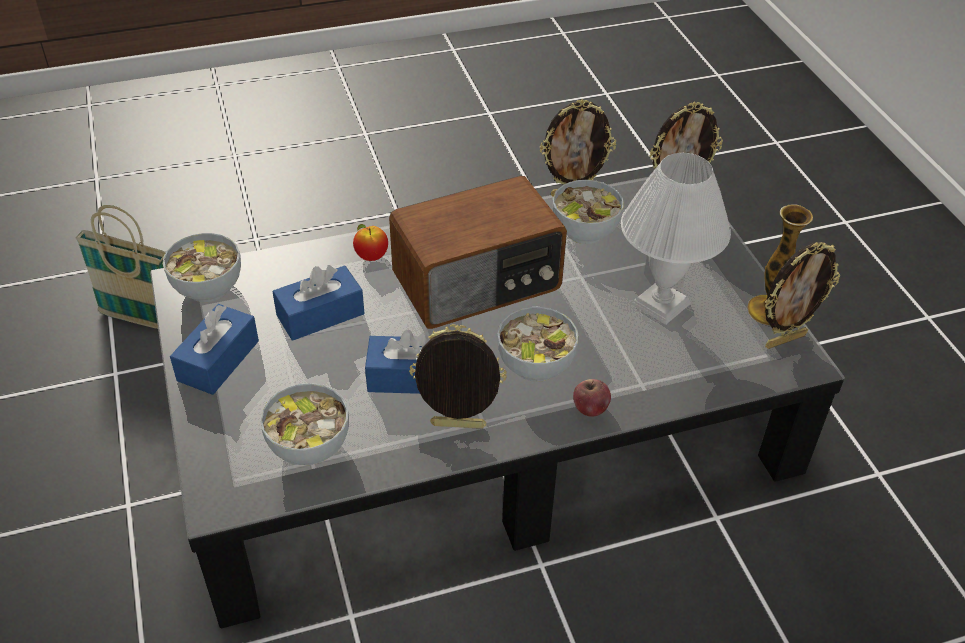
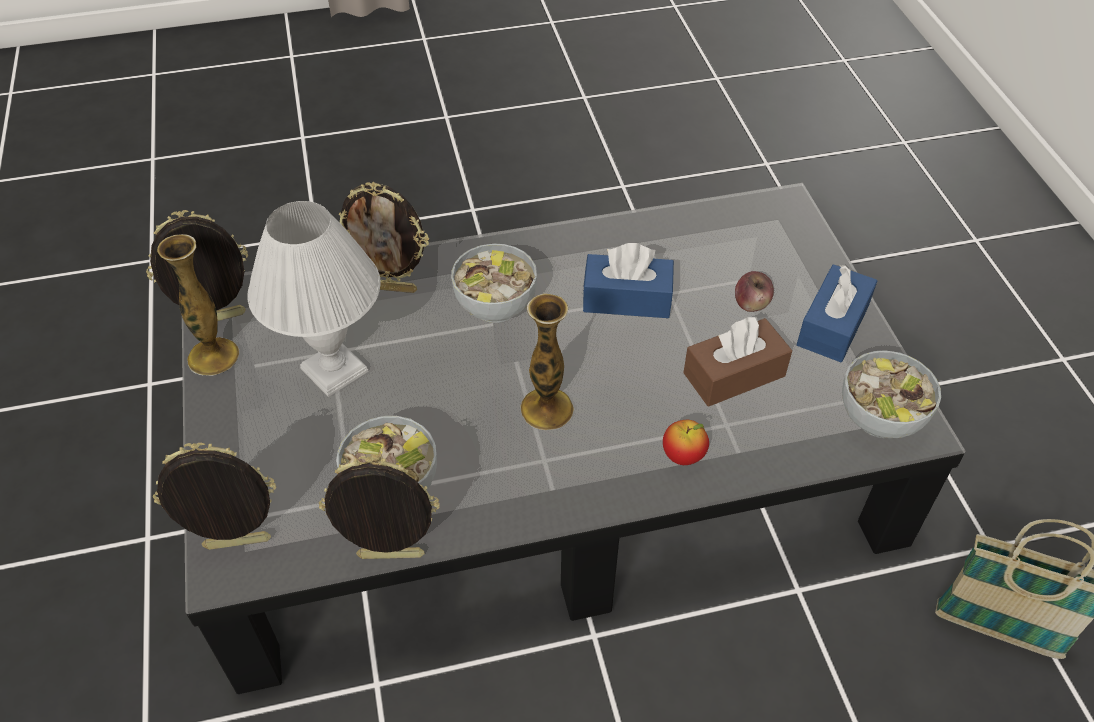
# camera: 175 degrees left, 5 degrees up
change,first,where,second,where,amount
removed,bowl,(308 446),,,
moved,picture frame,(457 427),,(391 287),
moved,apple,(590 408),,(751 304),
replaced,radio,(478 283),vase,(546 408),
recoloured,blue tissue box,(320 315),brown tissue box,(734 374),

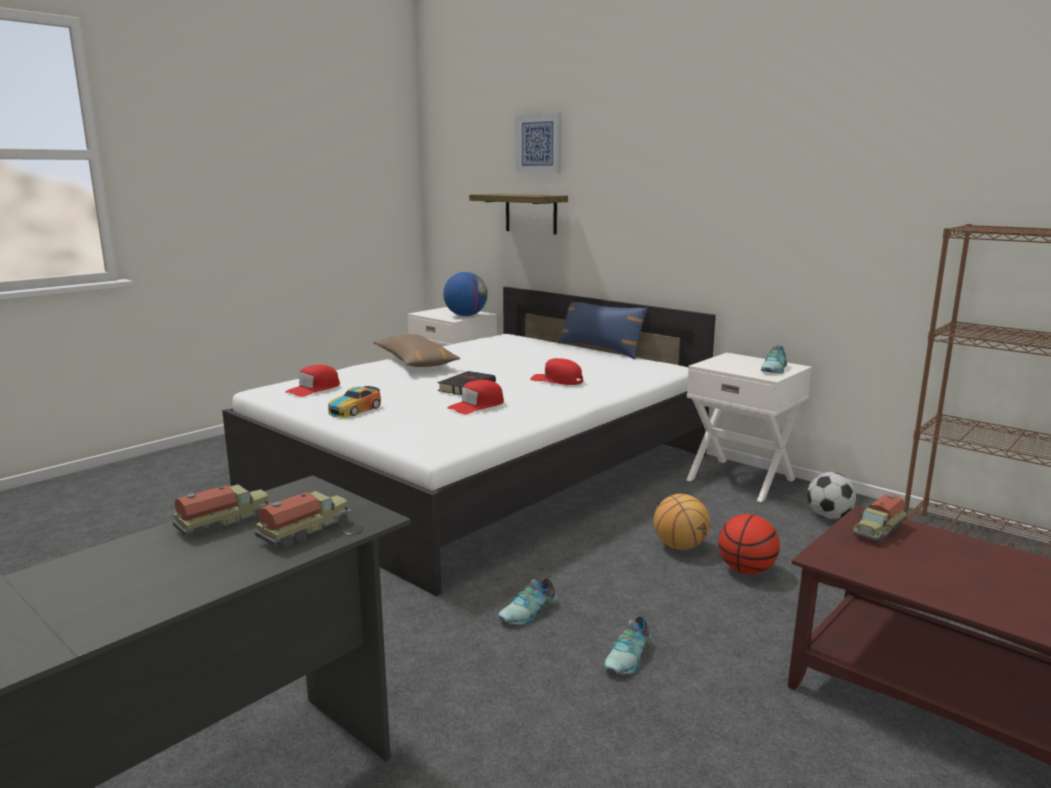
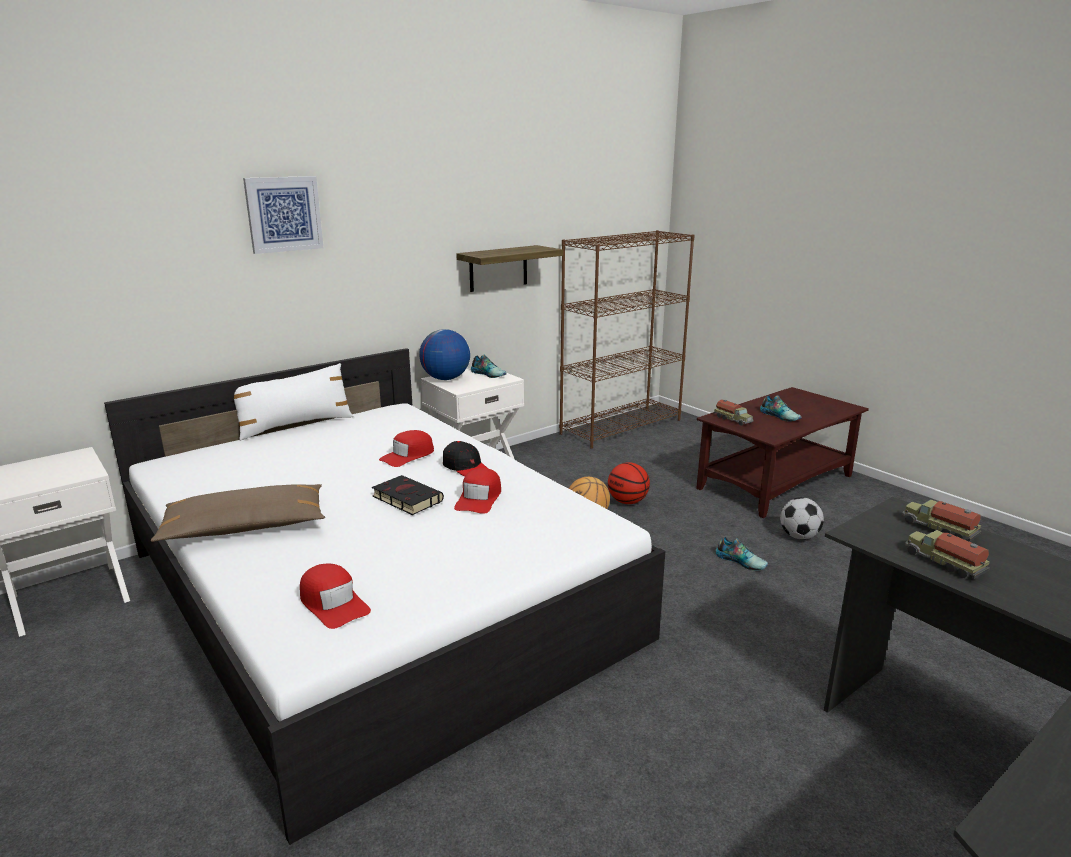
# camera: 80 degrees left, 5 degrees up
change,first,where,second,where,amount
removed,toy car,(354 410),,,
added,,,black cap,(466 467),
moved,globe,(465 315),,(445 379),
moved,shelf,(531 213),,(498 268),
moved,shoe,(529 612),,(780 416),
moved,picture,(539 143),,(284 214),
moved,football,(828 516),,(799 537),
recoloured,blue pillow,(600 349),white pillow,(295 425),
turned,red cap,(477 406),,(479 498),45 degrees clockwise

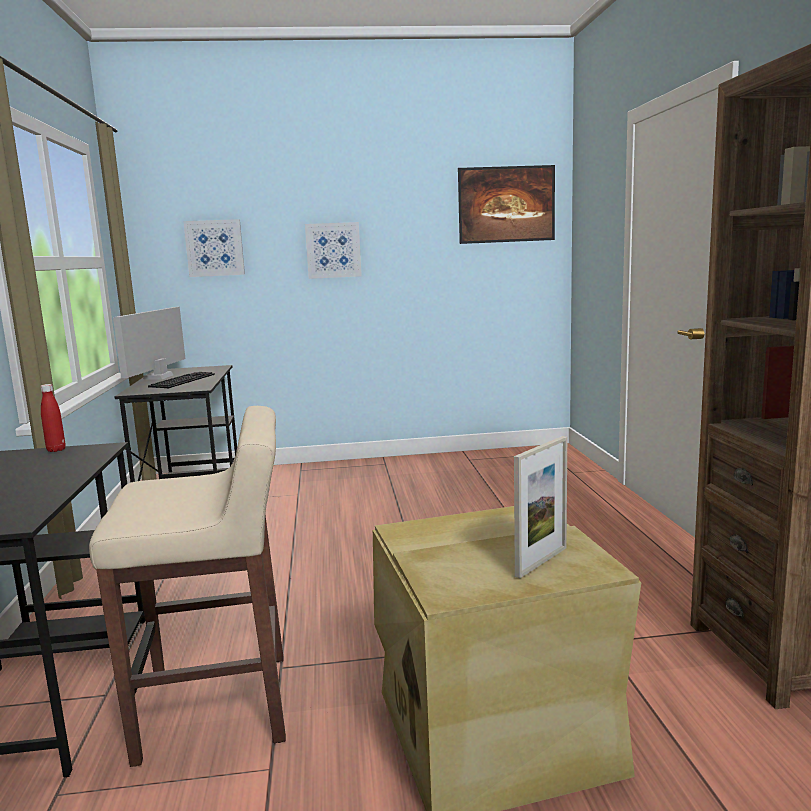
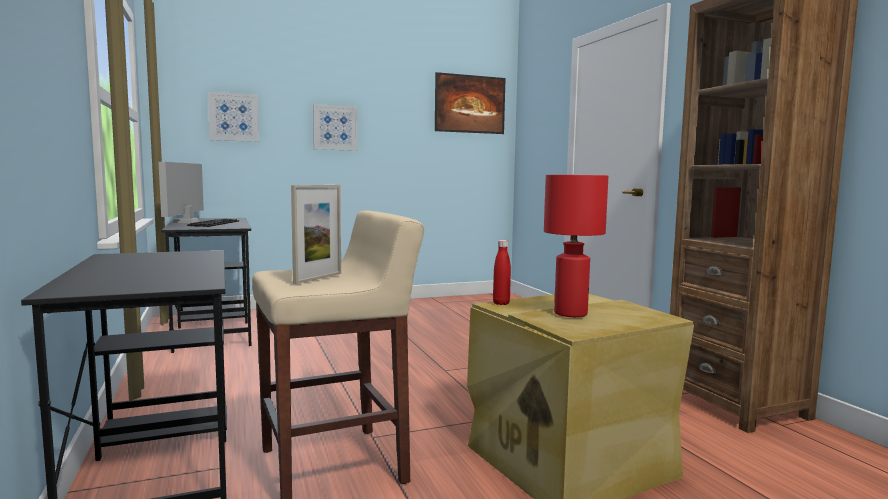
# camera: 15 degrees left, 5 degrees down
change,first,where,second,where,amount
added,,,red table lamp,(571 314),
moved,red bottle,(56 450),,(501 303),
moved,picture frame,(541 561),,(318 278),

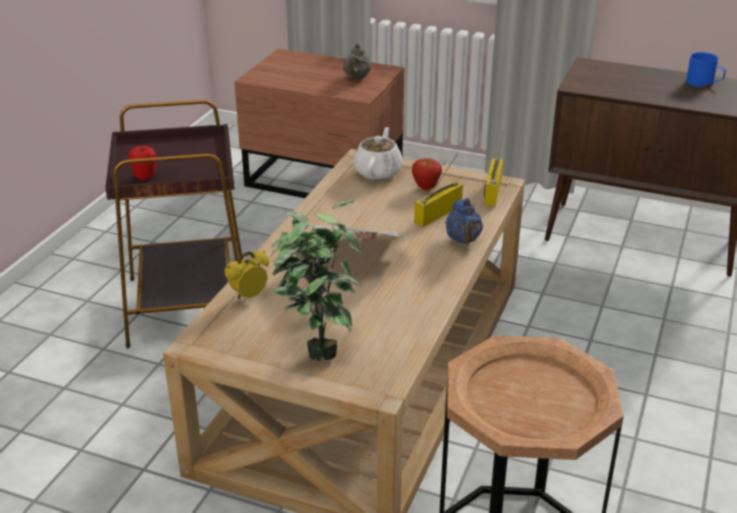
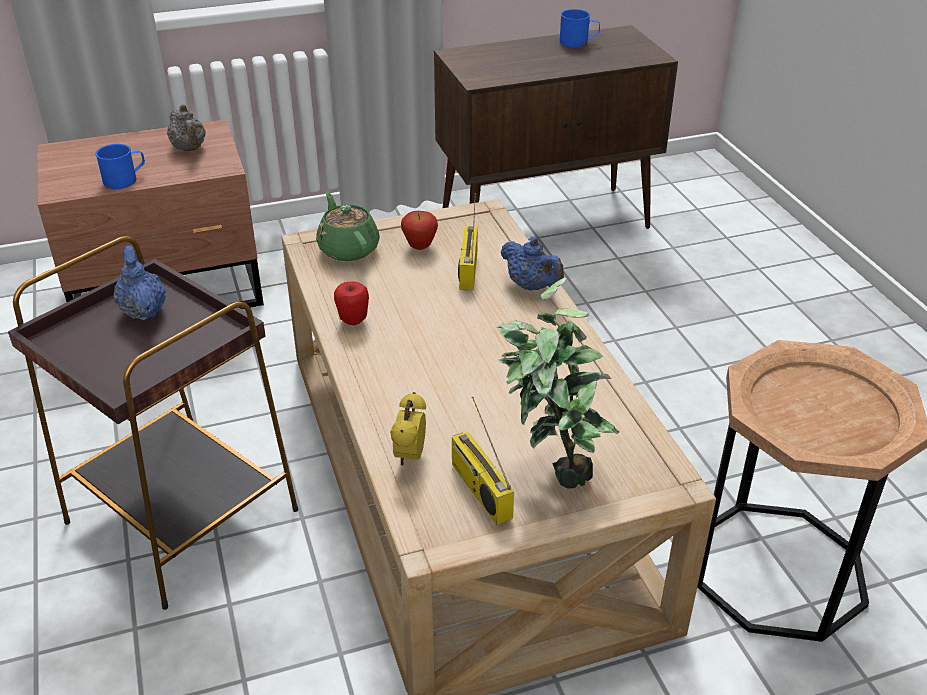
# camera: 40 degrees left, 5 degrees up
change,first,where,second,where,amount
removed,newspaper,(364 255),,,
added,,,blue mug,(125 179),
added,,,blue teapot,(143 310),
moved,apple,(145 177),,(353 320),
moved,radio,(492 191),,(479 489),
recoloured,white teapot,(378 171),green teapot,(348 249),

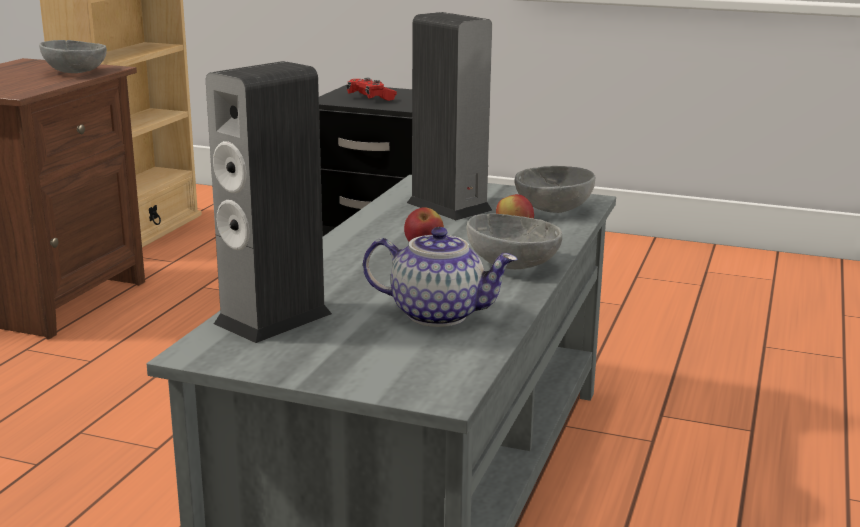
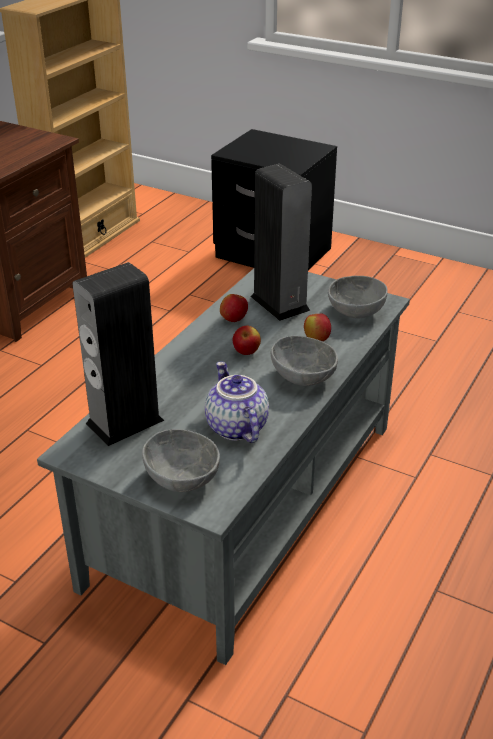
# camera: 10 degrees right, 15 degrees up
change,first,where,second,where,amount
removed,red game controller,(370 98),,,
added,,,apple,(234 319),
moved,grey bowl,(76 72),,(183 477),
turned,teapot,(439 314),,(235 427),135 degrees counterclockwise

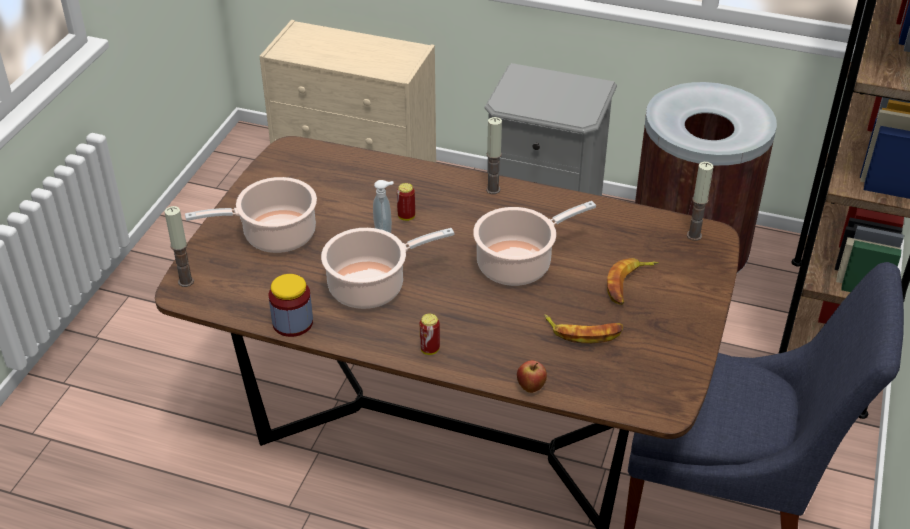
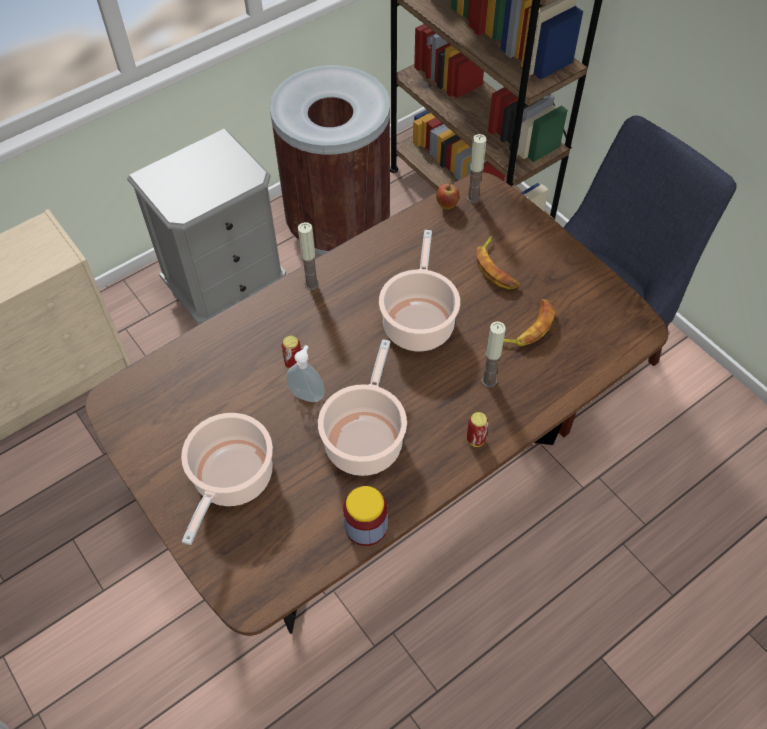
# camera: 55 degrees left, 15 degrees up
change,first,where,second,where,amount
moved,candle,(186 281),,(489 381),
moved,apple,(531 388),,(447 205),

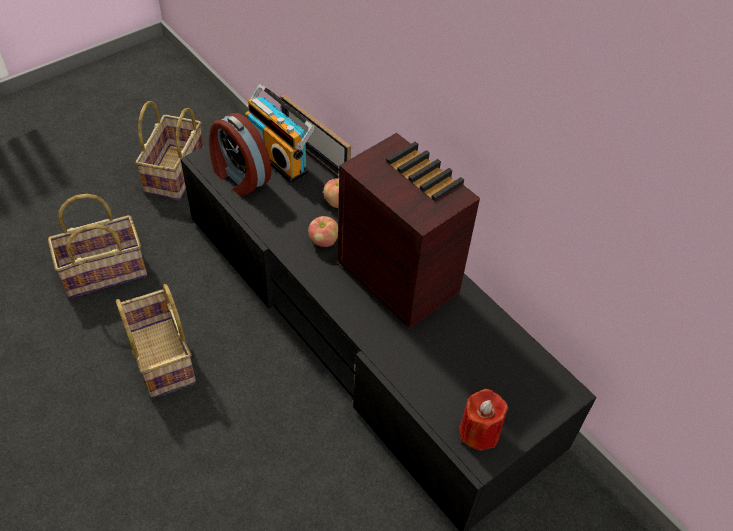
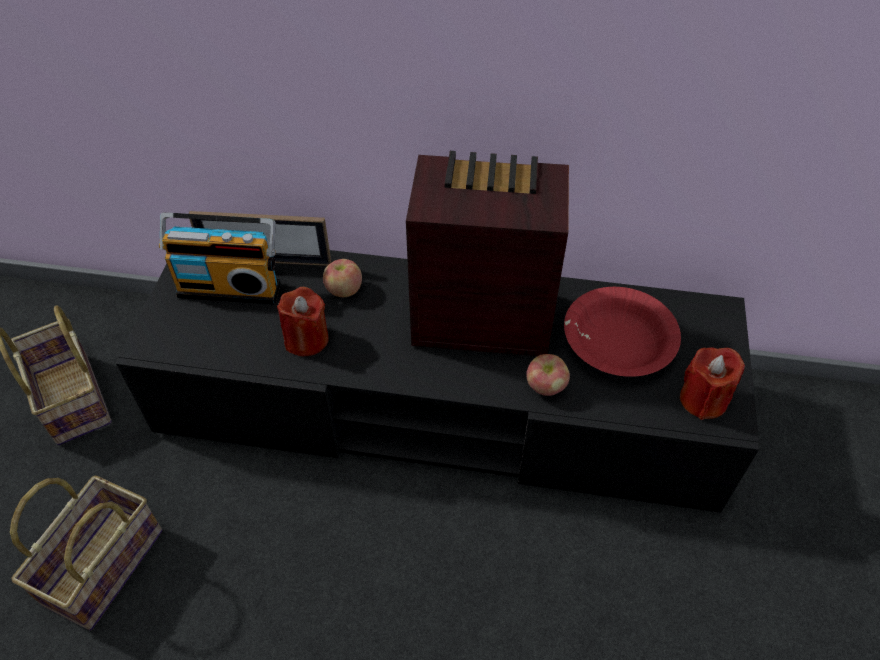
# camera: 40 degrees left, 0 degrees up
change,first,where,second,where,amount
removed,basket,(159 356),,,
removed,alarm clock,(239 176),,,
added,,,red candle,(306 339),
added,,,red bowl,(618 343),
moved,apple,(324 241),,(545 386),

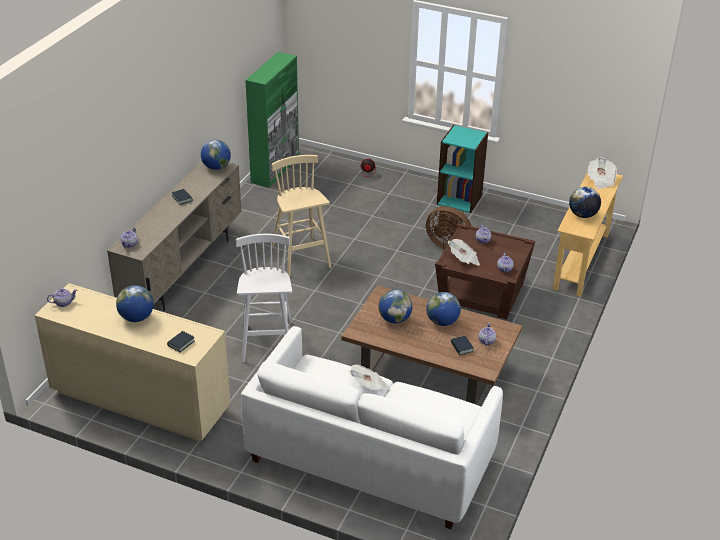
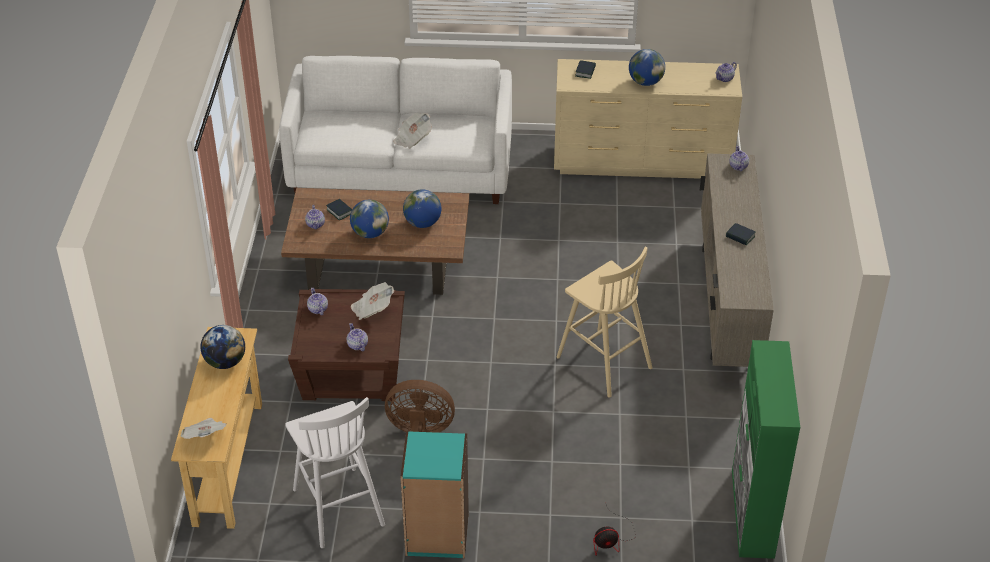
# camera: 160 degrees right, 5 degrees up
change,first,where,second,where,amount
removed,globe,(216 167),,,
moved,white stool,(267 342),,(337 506),

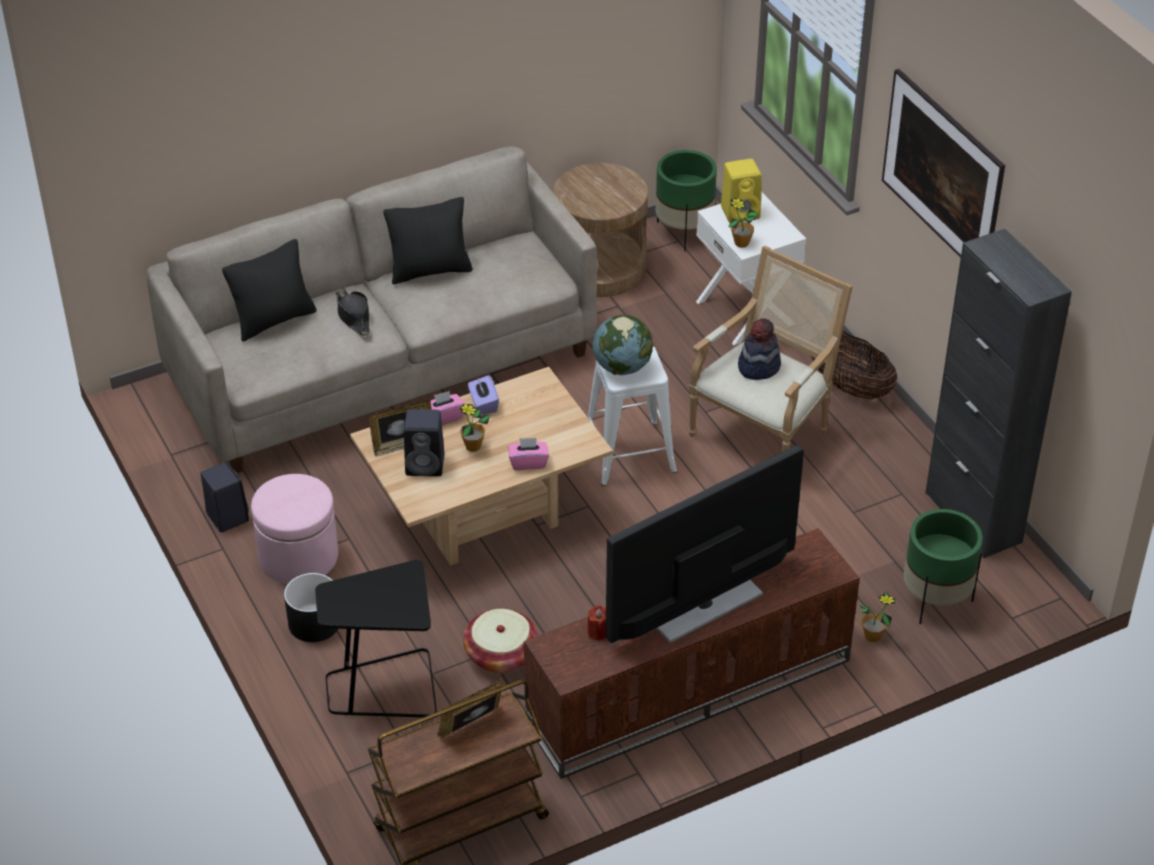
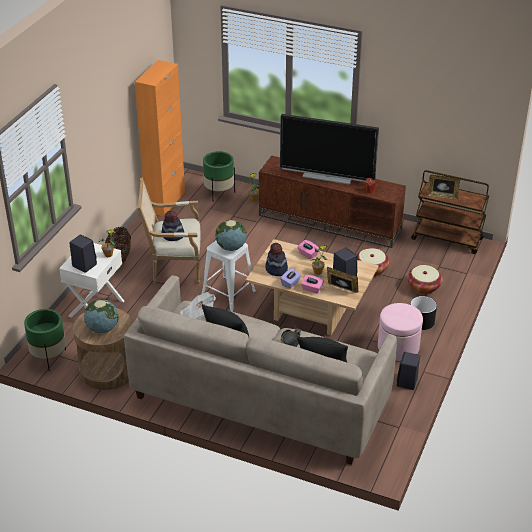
# camera: 130 degrees left, 5 degrees down
change,first,where,second,where,amount
removed,picture,(938 200),,,
added,,,globe,(102 329),
added,,,newspaper,(197 314),
added,,,hat,(276 269),
replaced,black side table,(383 688),basket,(423 286),
recoloured,yellow speaker,(741 212),black speaker,(83 265),
recoloured,black cabinet,(973 517),orange cabinet,(165 202),

